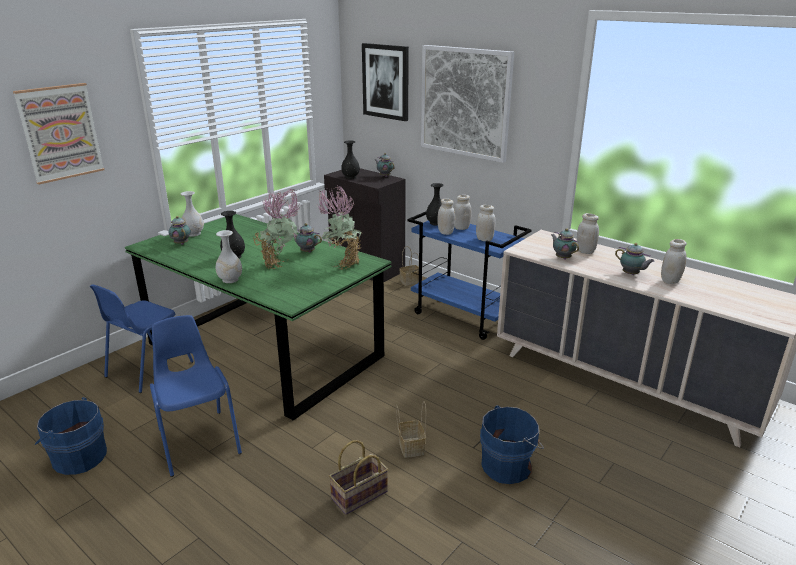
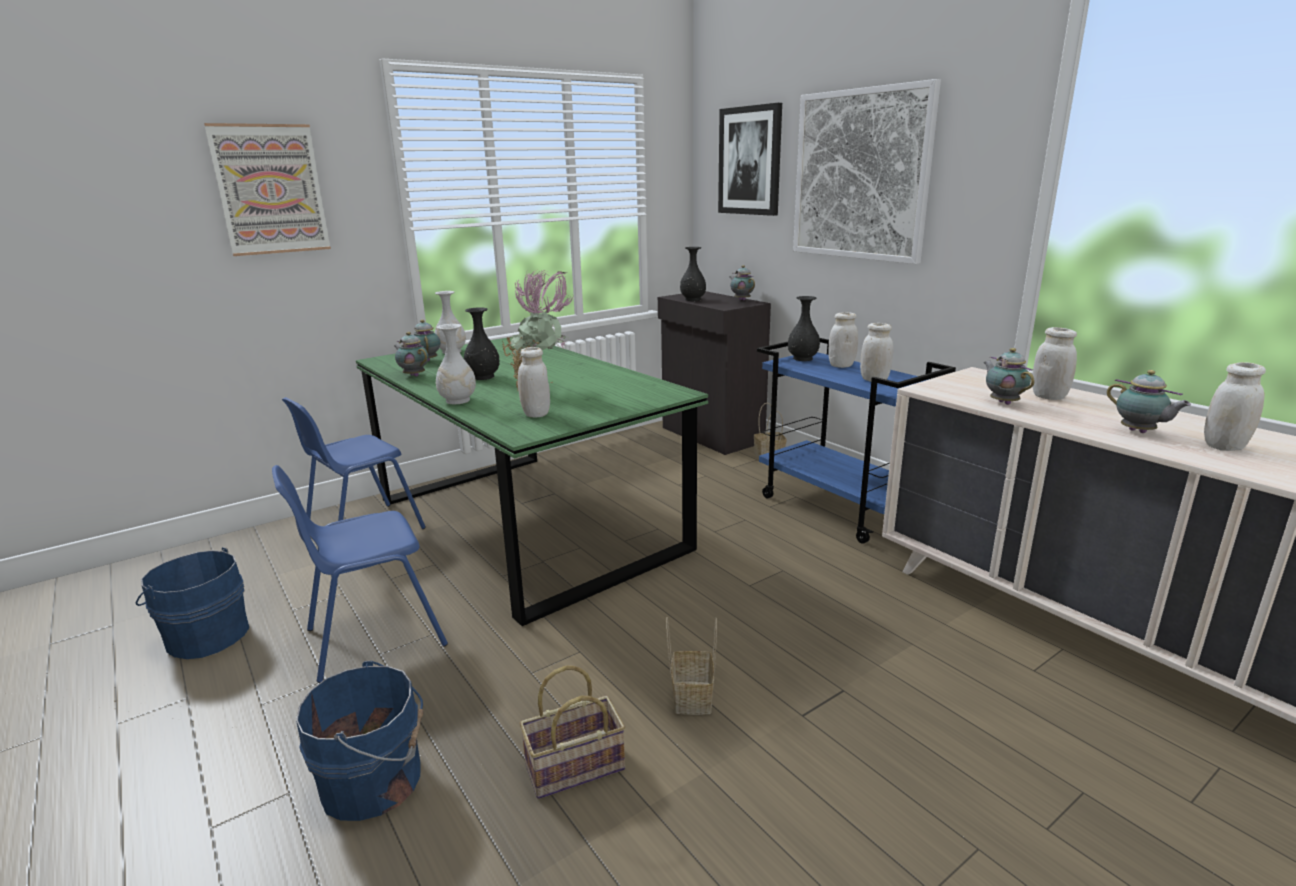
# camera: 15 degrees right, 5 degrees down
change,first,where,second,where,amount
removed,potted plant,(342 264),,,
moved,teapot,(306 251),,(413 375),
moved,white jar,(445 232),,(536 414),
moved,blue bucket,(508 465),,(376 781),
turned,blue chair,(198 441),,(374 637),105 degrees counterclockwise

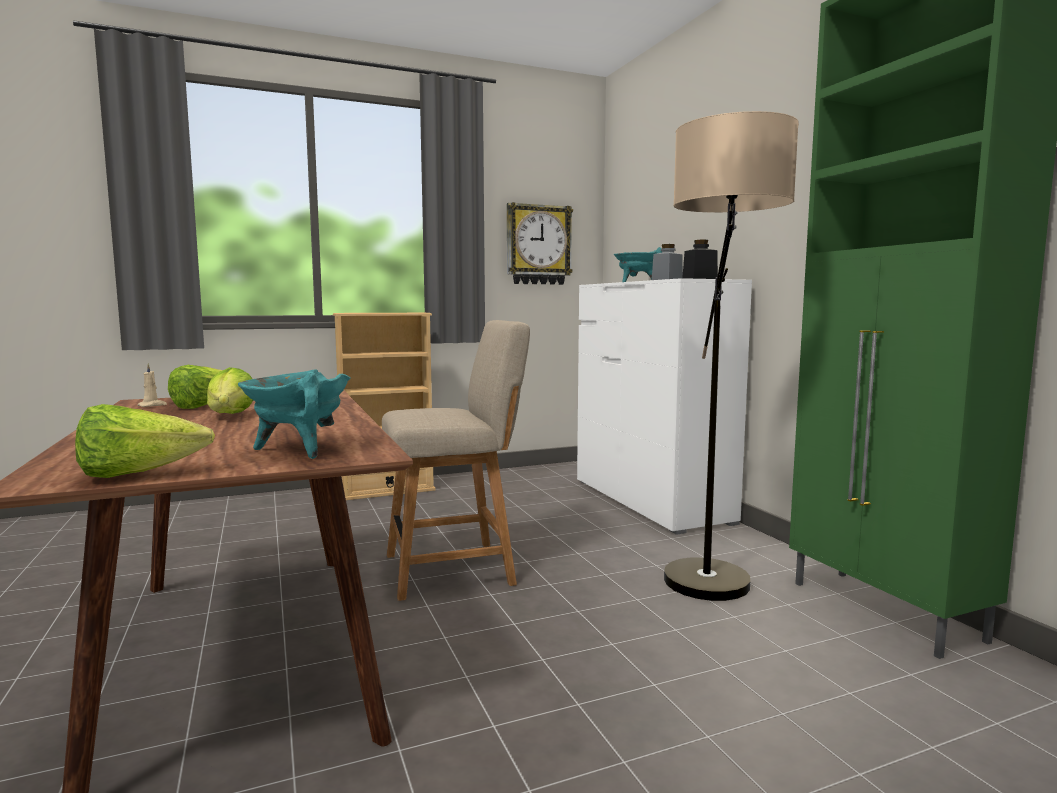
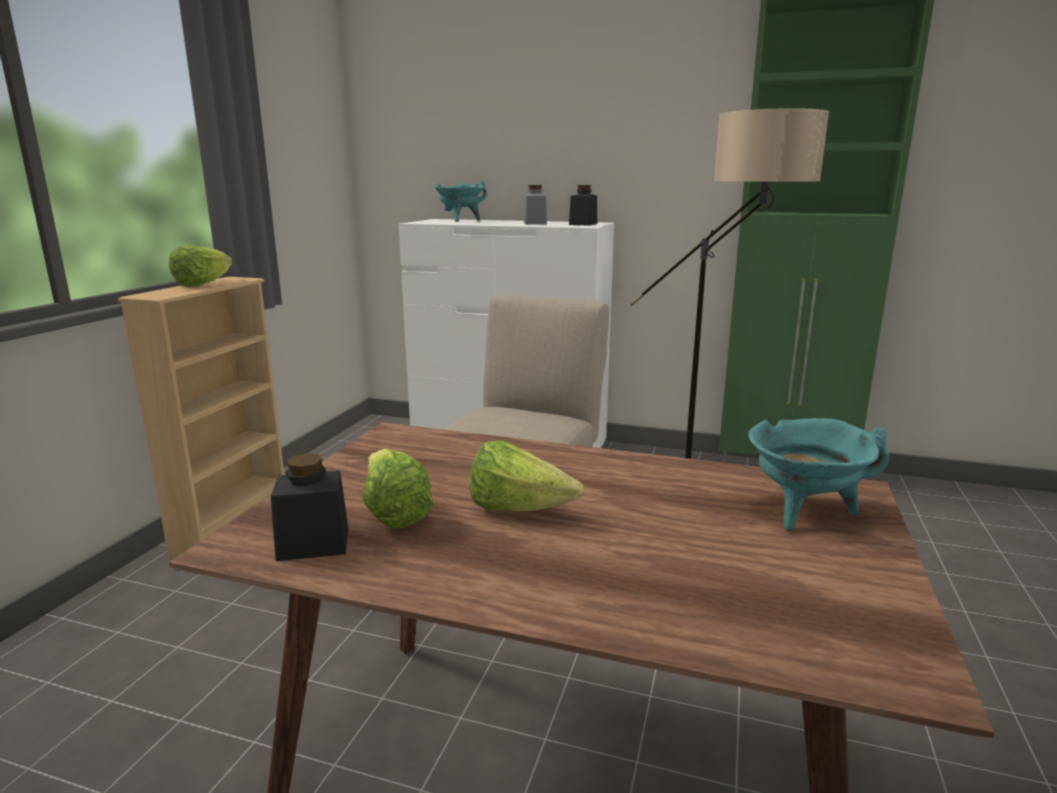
# camera: 50 degrees left, 10 degrees up
change,first,where,second,where,amount
removed,wall clock,(538 245),,,
moved,lettuce,(139 474),,(203 284),
replaced,beige candle,(152 405),black jar,(313 544),

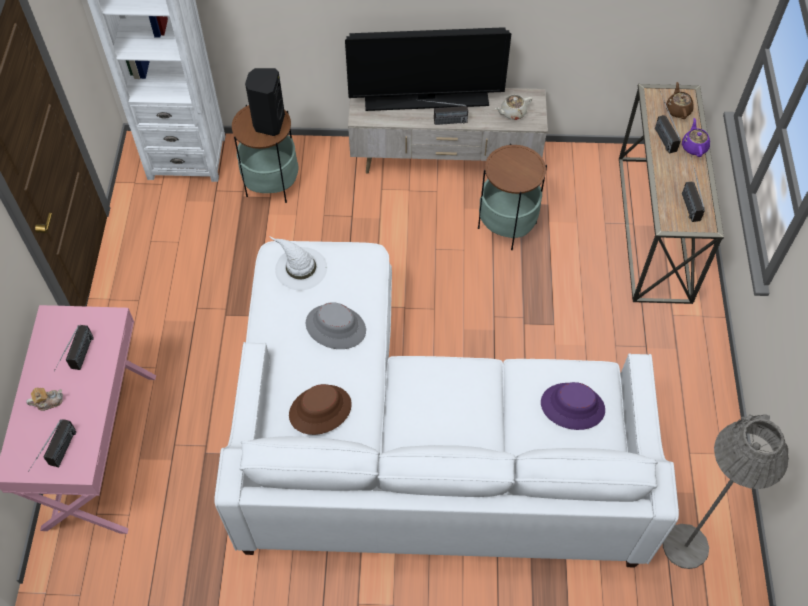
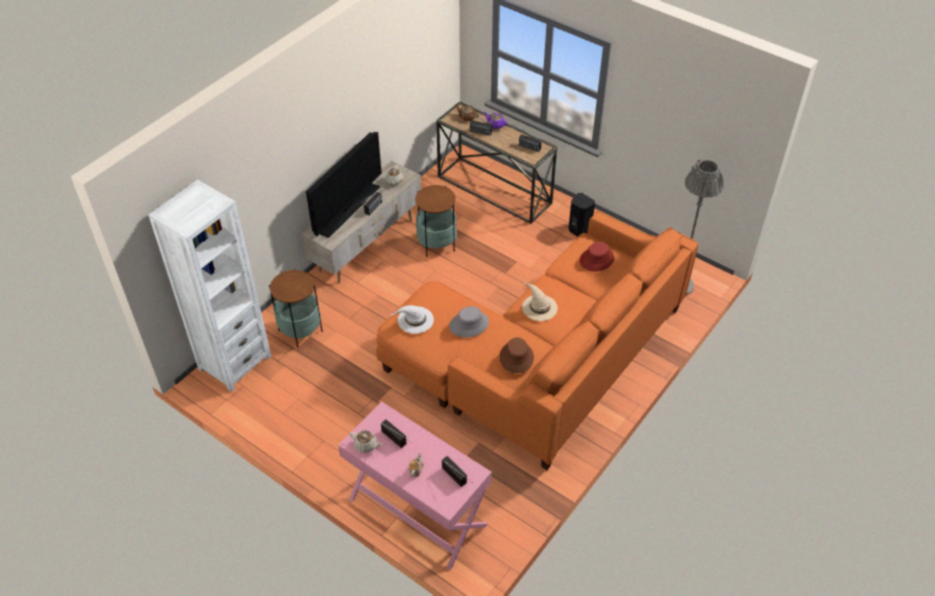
# camera: 55 degrees left, 10 degrees down
change,first,where,second,where,amount
added,,,beige teapot,(366 445),
added,,,beige hat,(539 307),
moved,black speaker,(268 123),,(579 230),
recoloured,white sofa,(415 446),orange sofa,(541 358),
recoloured,purple hat,(572 406),red hat,(596 259),

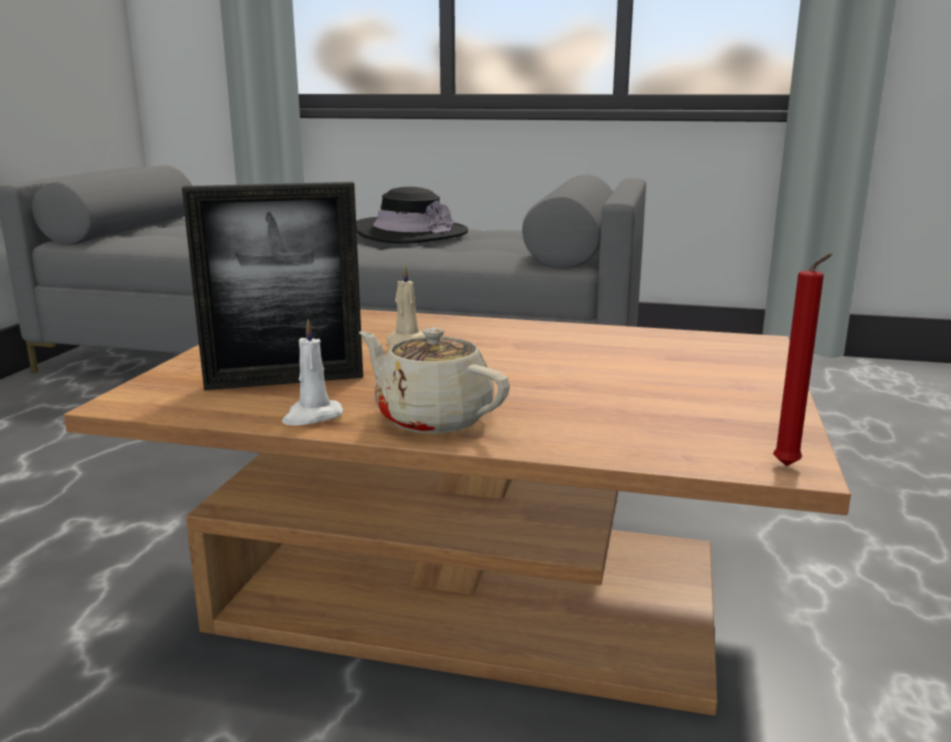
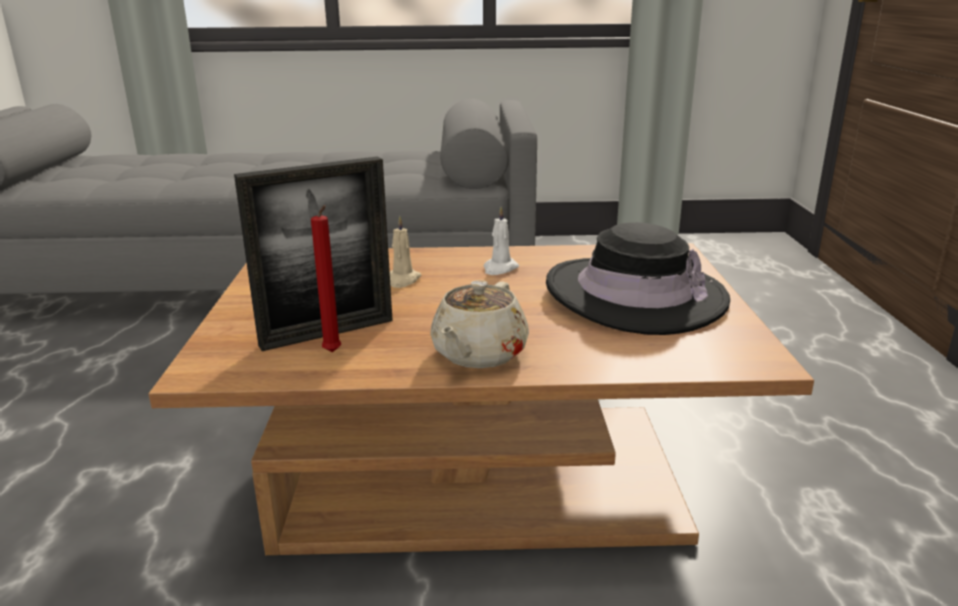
# camera: 15 degrees left, 5 degrees up
change,first,where,second,where,amount
moved,white candle,(311 416),,(499 269),
moved,black hat,(410 233),,(635 296),
moved,red candle,(788 468),,(333 353),
turned,beige teapot,(432 418),,(478 354),90 degrees counterclockwise

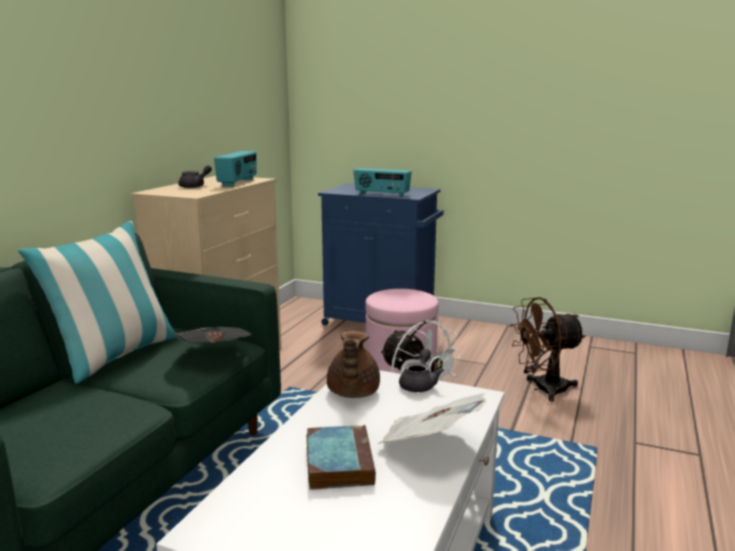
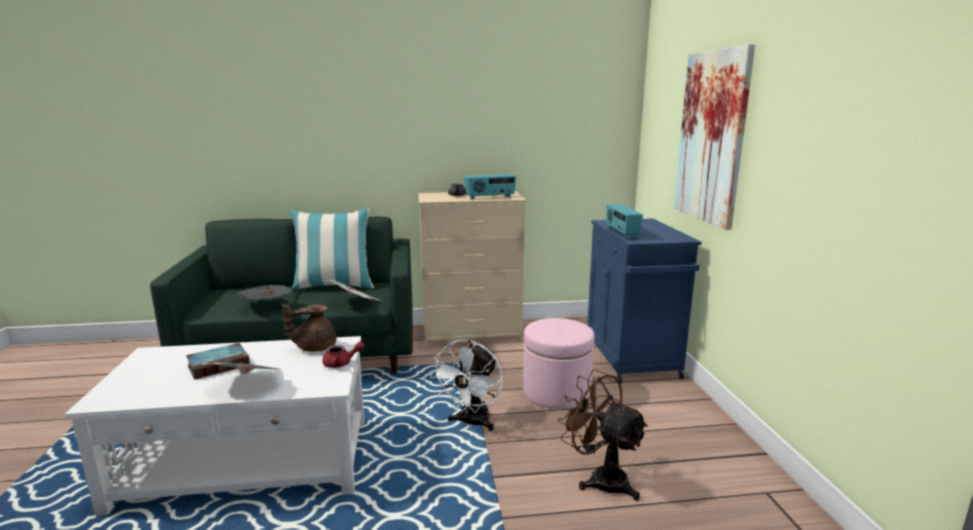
# camera: 60 degrees right, 0 degrees up
change,first,where,second,where,amount
added,,,newspaper,(267 306),
added,,,picture,(711 137),
recoloured,grey teapot,(419 384),red teapot,(341 363),

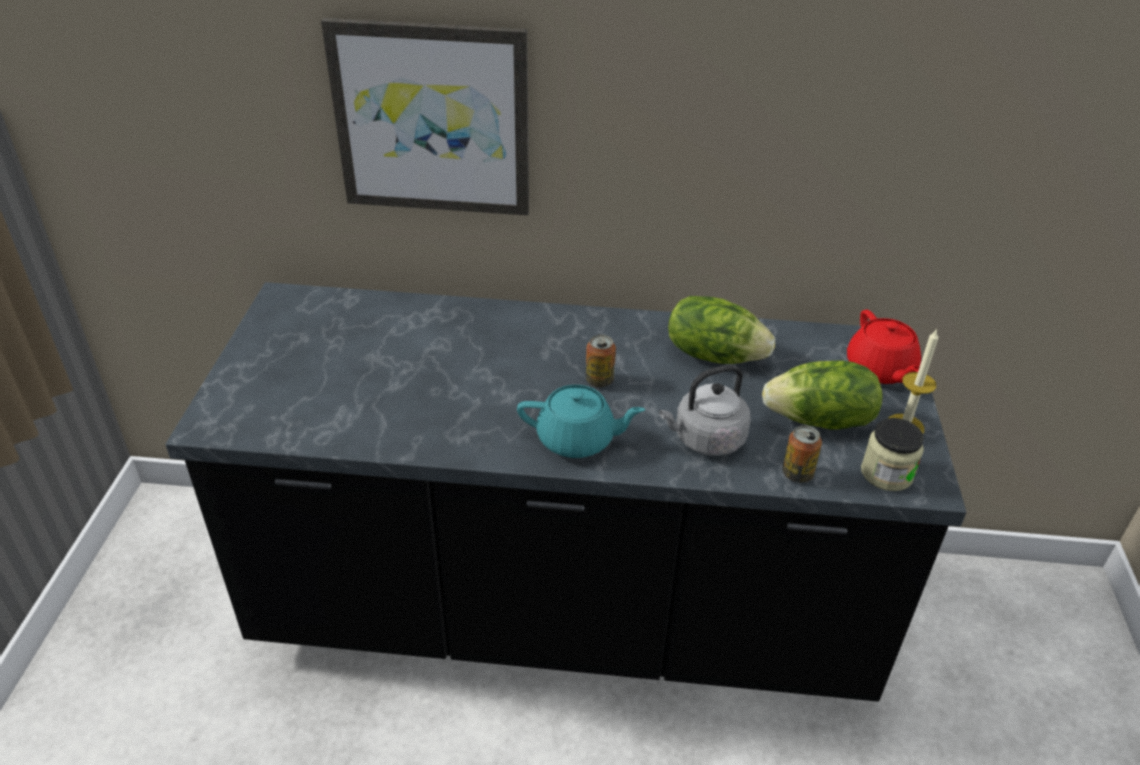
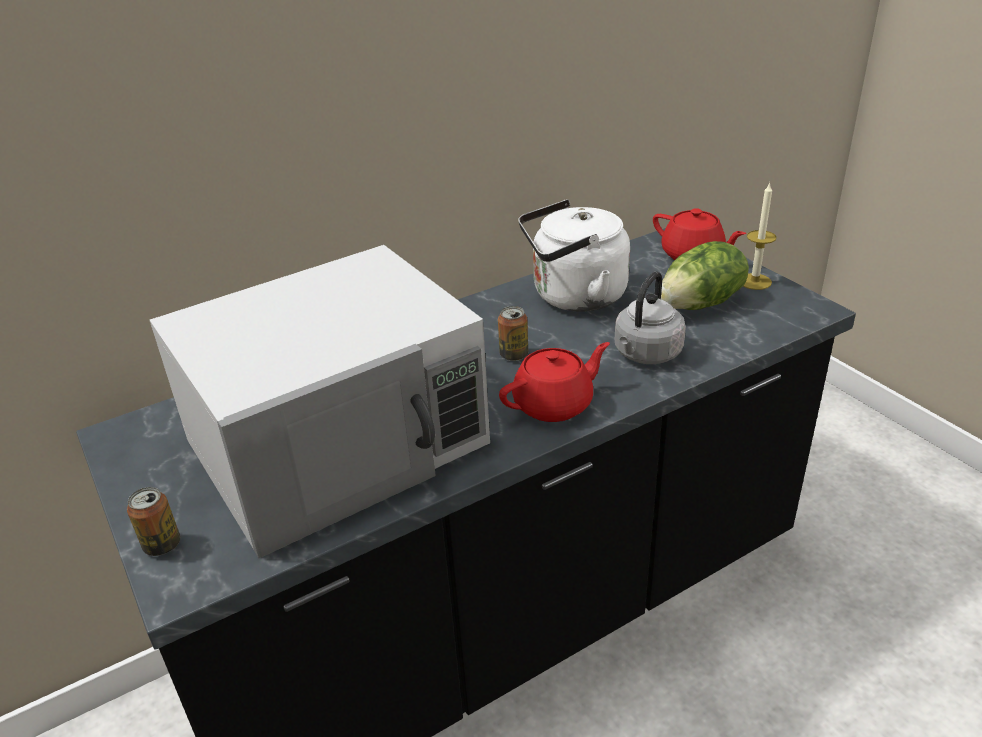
# camera: 35 degrees left, 5 degrees down
change,first,where,second,where,amount
removed,picture,(432 119),,,
removed,jar,(886 473),,,
added,,,white microwave,(340 442),
moved,can,(797 474),,(162 545),
replaced,lettuce,(714 354),white kettle,(574 297),
recoloured,turquoise teapot,(577 440),red teapot,(554 404),

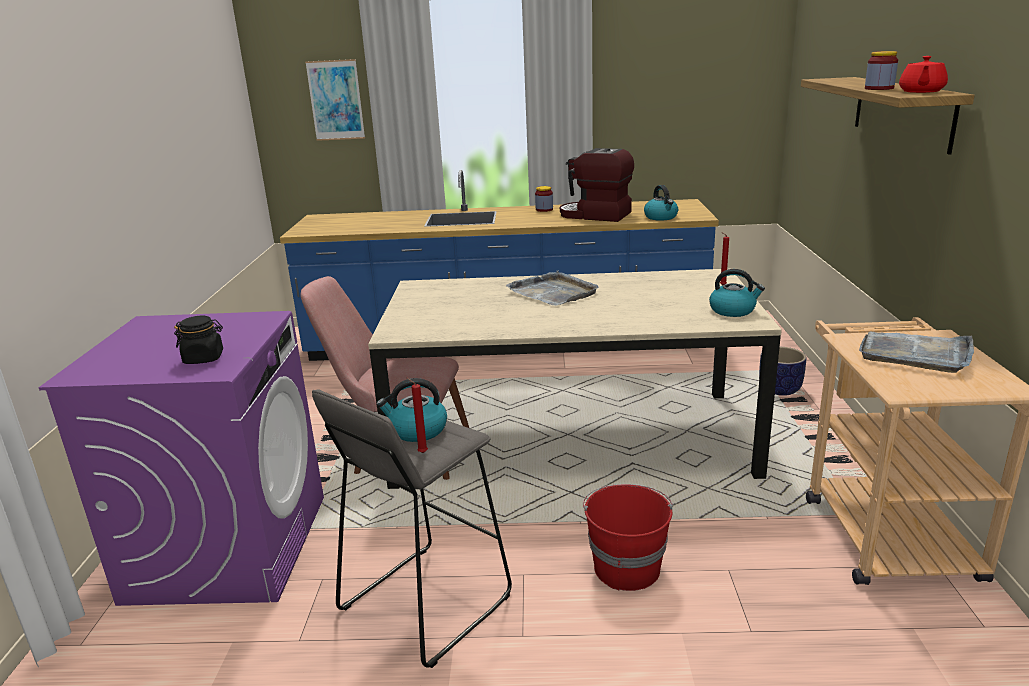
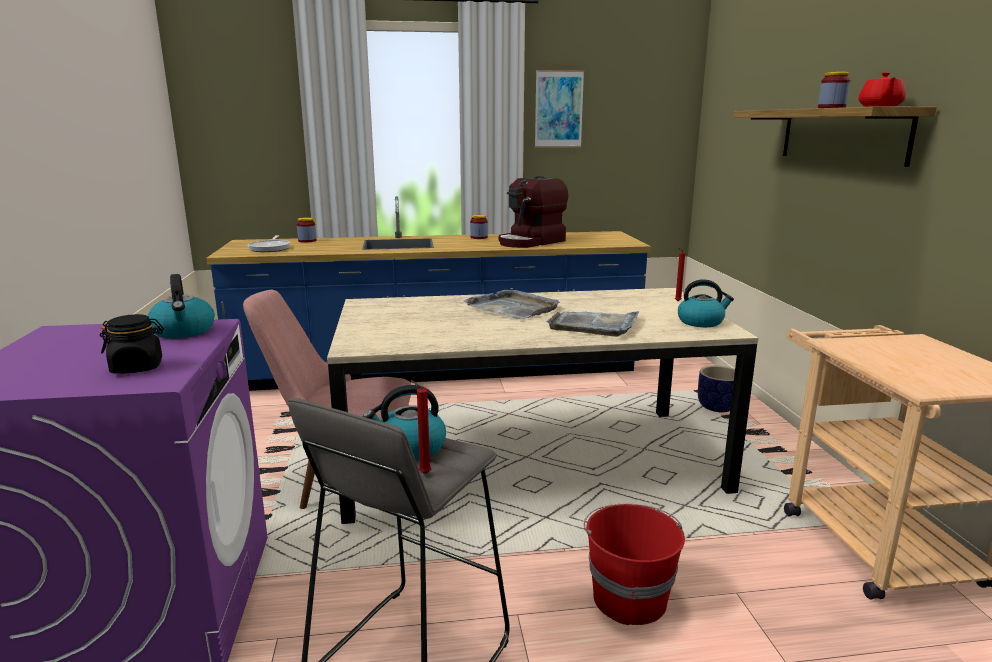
# camera: 10 degrees left, 5 degrees down
change,first,where,second,where,amount
added,,,frying pan,(270 248),
added,,,jar,(307 241),
moved,picture,(336 100),,(558 109),
moved,kettle,(661 217),,(184 331),
moved,grey tray,(915 353),,(594 325),
turned,coffee machine,(595 215),,(531 242),60 degrees counterclockwise

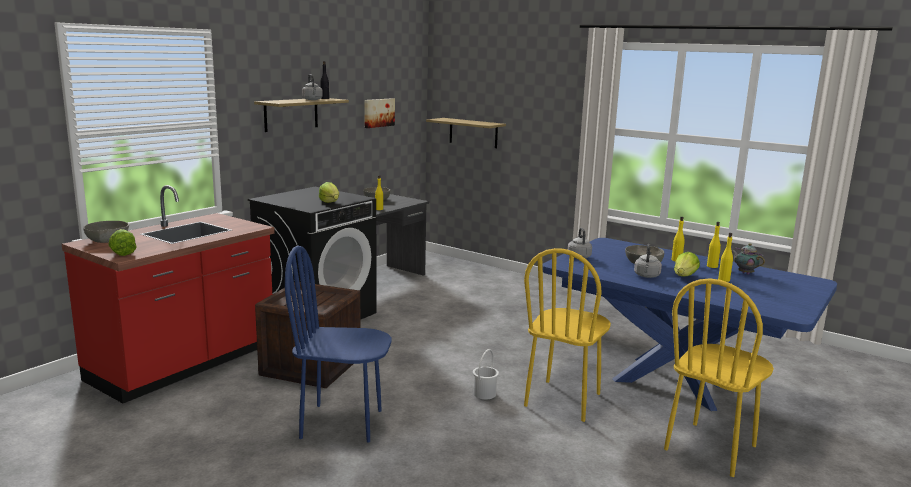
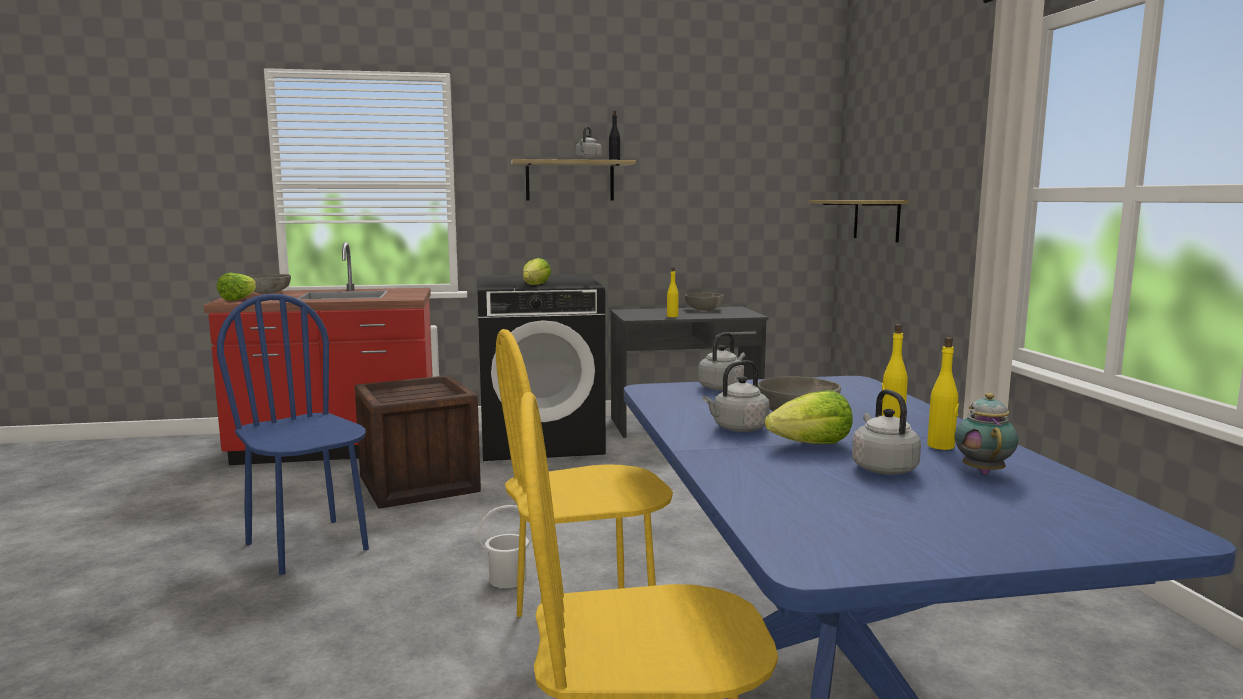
# camera: 45 degrees right, 5 degrees down
change,first,where,second,where,amount
removed,picture,(378 112),,,
replaced,yellow bottle,(724 280),grey kettle,(882 468),

